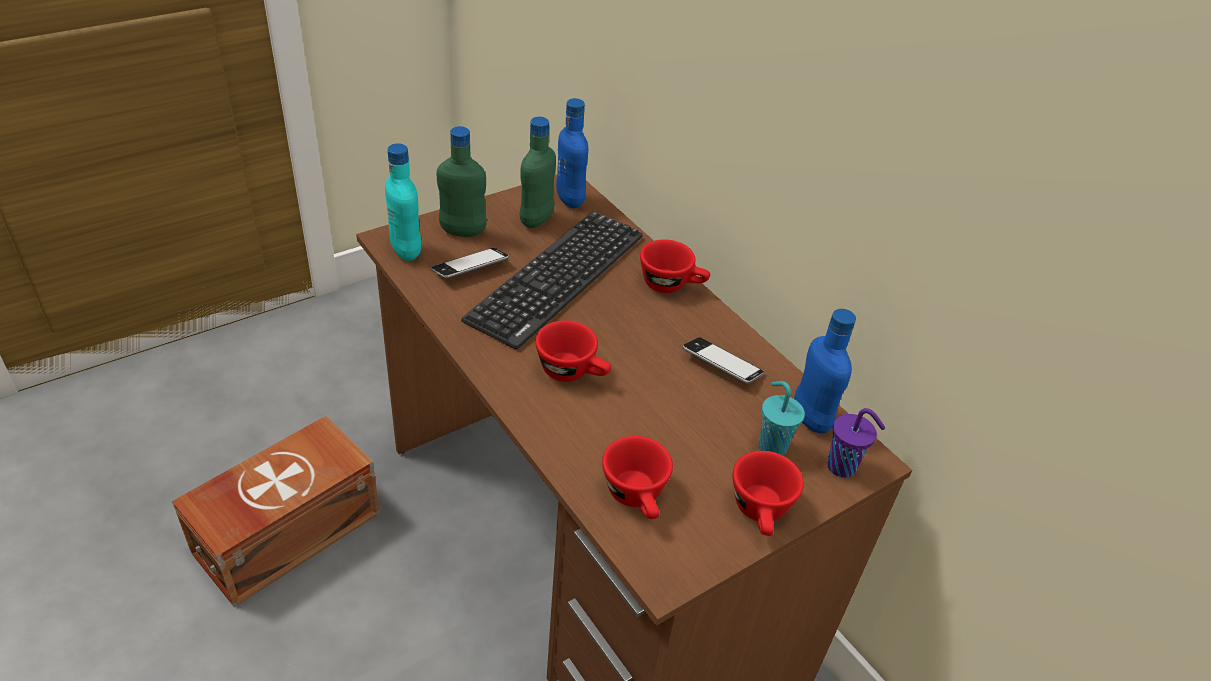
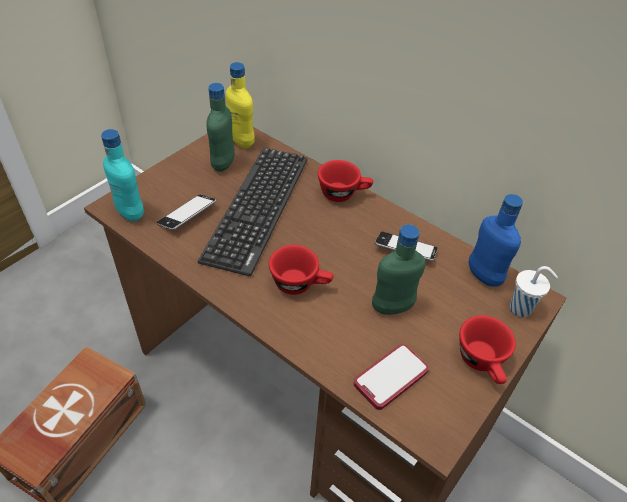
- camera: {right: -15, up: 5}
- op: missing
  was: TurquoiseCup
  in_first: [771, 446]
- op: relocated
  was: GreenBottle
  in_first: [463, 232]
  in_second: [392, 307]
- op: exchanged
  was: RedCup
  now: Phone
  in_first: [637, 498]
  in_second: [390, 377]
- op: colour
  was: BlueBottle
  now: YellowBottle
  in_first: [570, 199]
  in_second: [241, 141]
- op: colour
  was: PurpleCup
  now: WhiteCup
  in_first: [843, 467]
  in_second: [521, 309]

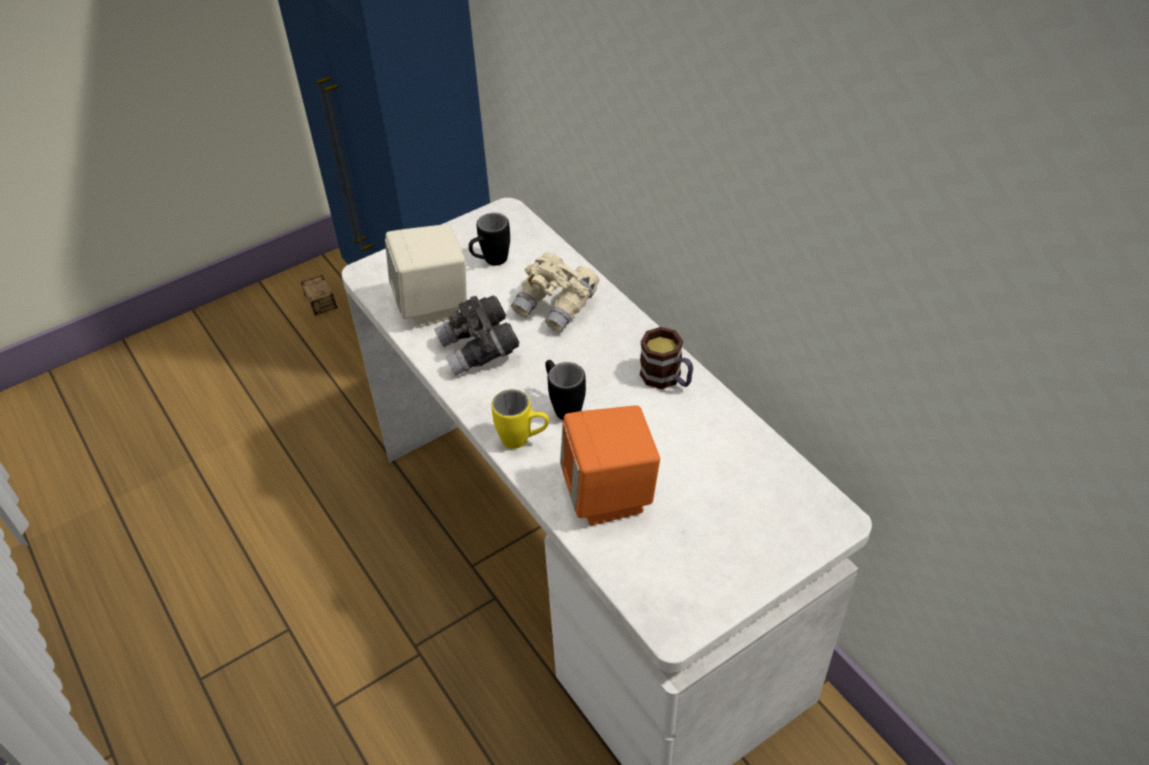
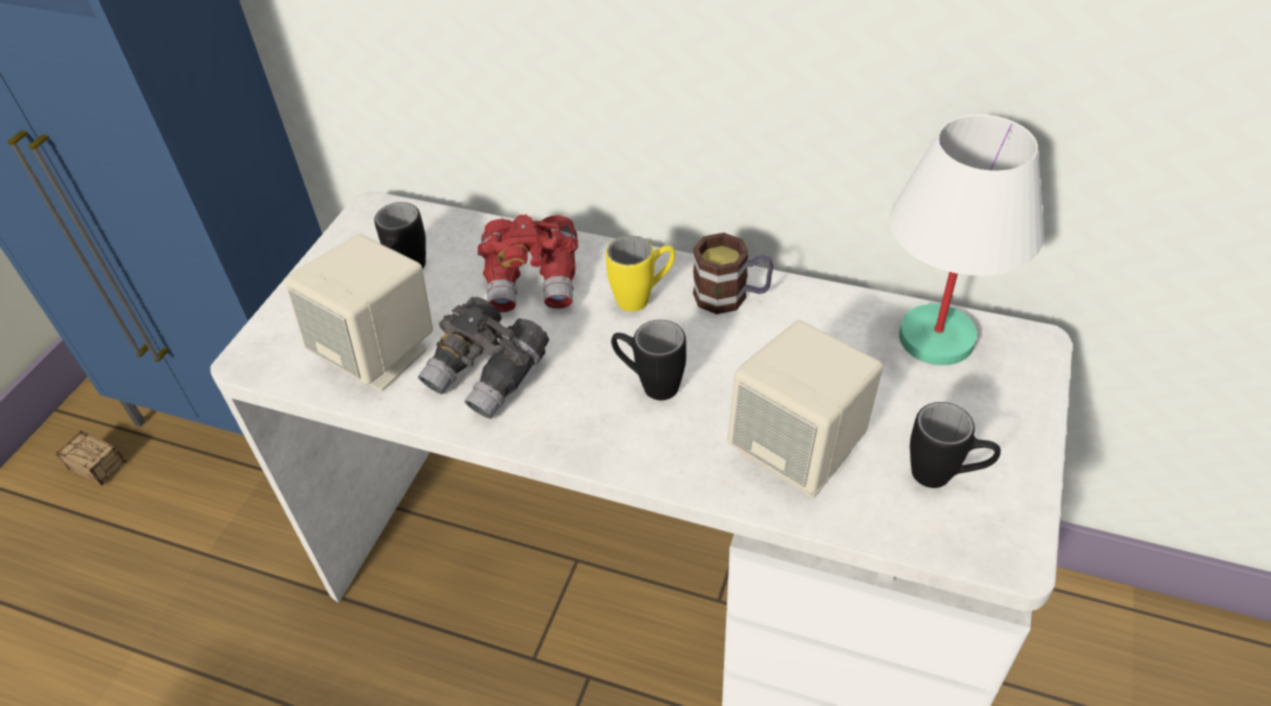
- camera: {right: -35, up: 0}
- op: appeared
  now: WhiteTableLamp
  in_second: [935, 337]
- op: appeared
  now: BlackMug
  in_second: [944, 476]
- op: relocated
  was: YellowMug
  in_first: [523, 440]
  in_second: [643, 297]
- op: colour
  was: BeigeBinoculars
  now: RedBinoculars
  in_first: [556, 306]
  in_second: [534, 282]
- op: colour
  was: OrangeSpeaker
  now: BeigeSpeaker
  in_first: [609, 495]
  in_second: [799, 452]

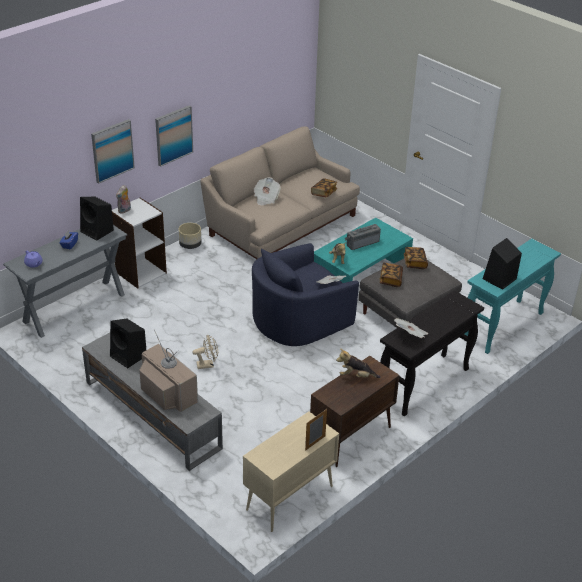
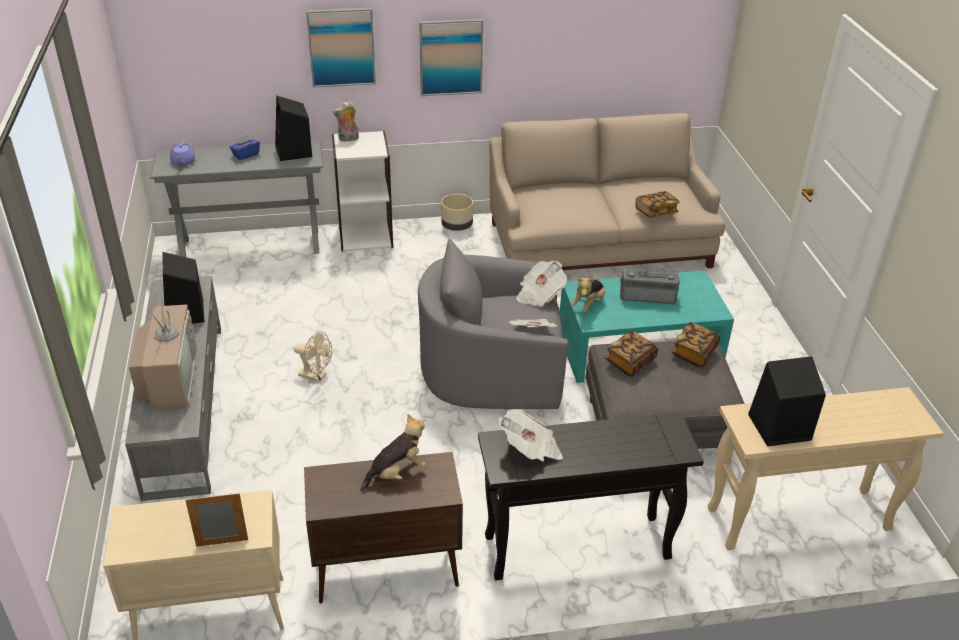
- camera: {right: 35, up: 0}
- op: relocated
  was: Newspaper
  in_first: [266, 198]
  in_second: [539, 294]
- op: colour
  was: BlueArmchair
  now: GreyArmchair
  in_first: [298, 319]
  in_second: [492, 370]
- op: colour
  was: TurquoiseConsoleTable
  now: BeigeConsoleTable
  in_first: [503, 327]
  in_second: [797, 520]
- op: spun
  was: PlushToy
  in_first: [356, 376]
  in_second: [397, 473]
  clockwise: 105

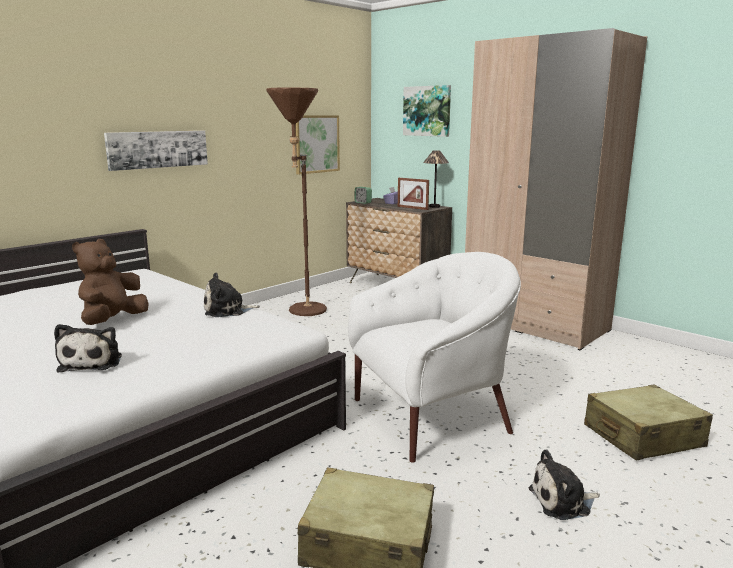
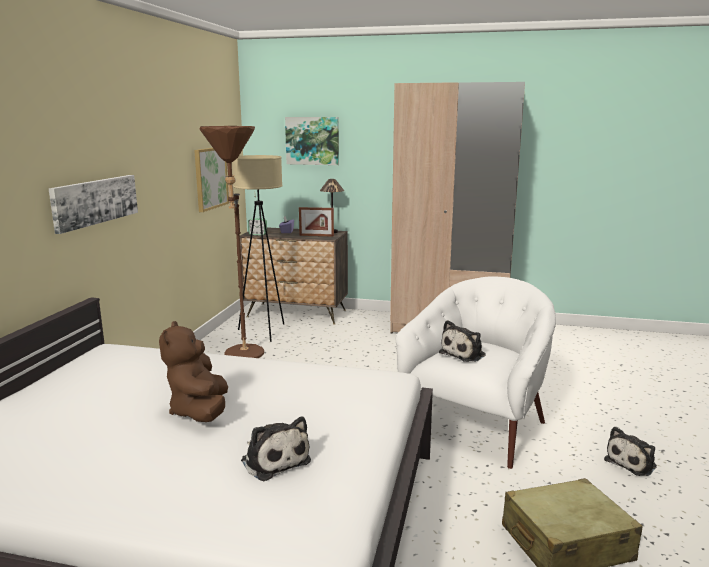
- camera: {right: -30, up: 0}
- op: missing
  was: BeigeSuitcase
  in_first: [642, 437]
- op: appeared
  now: BeigeFloorLamp
  in_second: [264, 332]
- op: relocated
  was: PlushToy
  in_first: [227, 310]
  in_second: [464, 353]

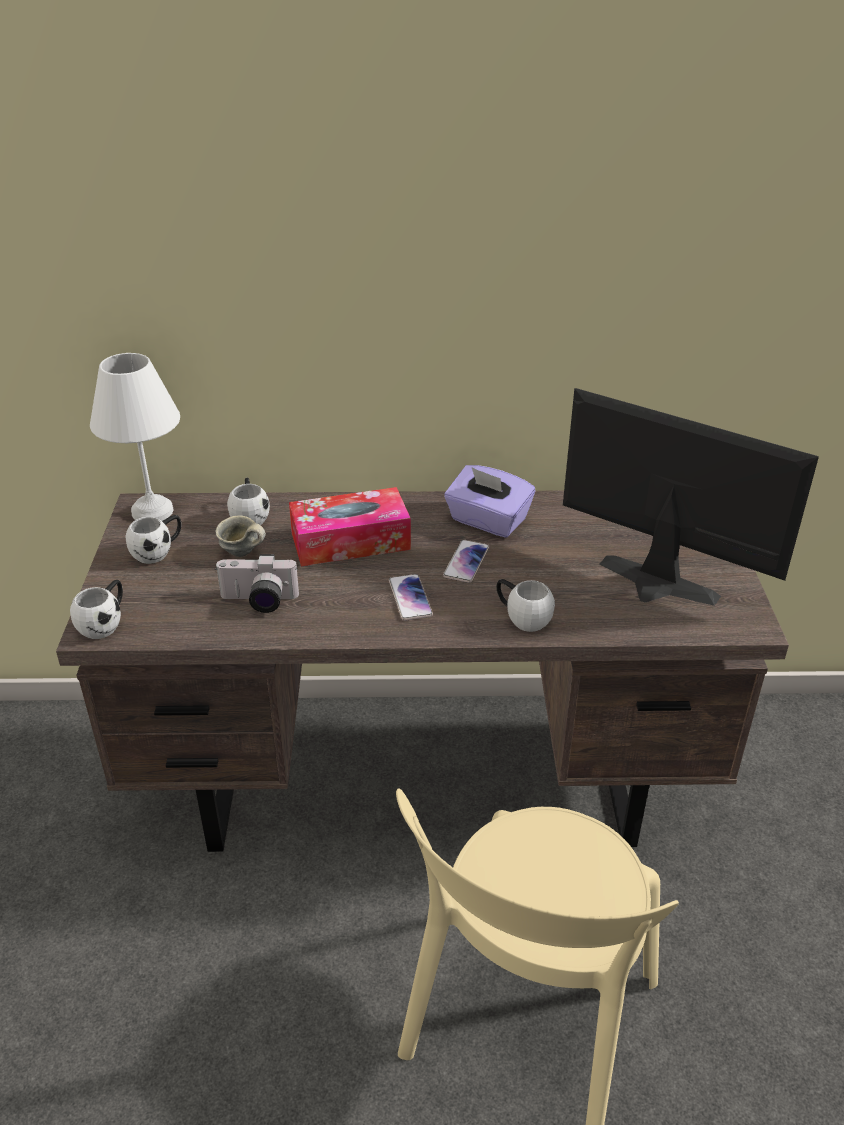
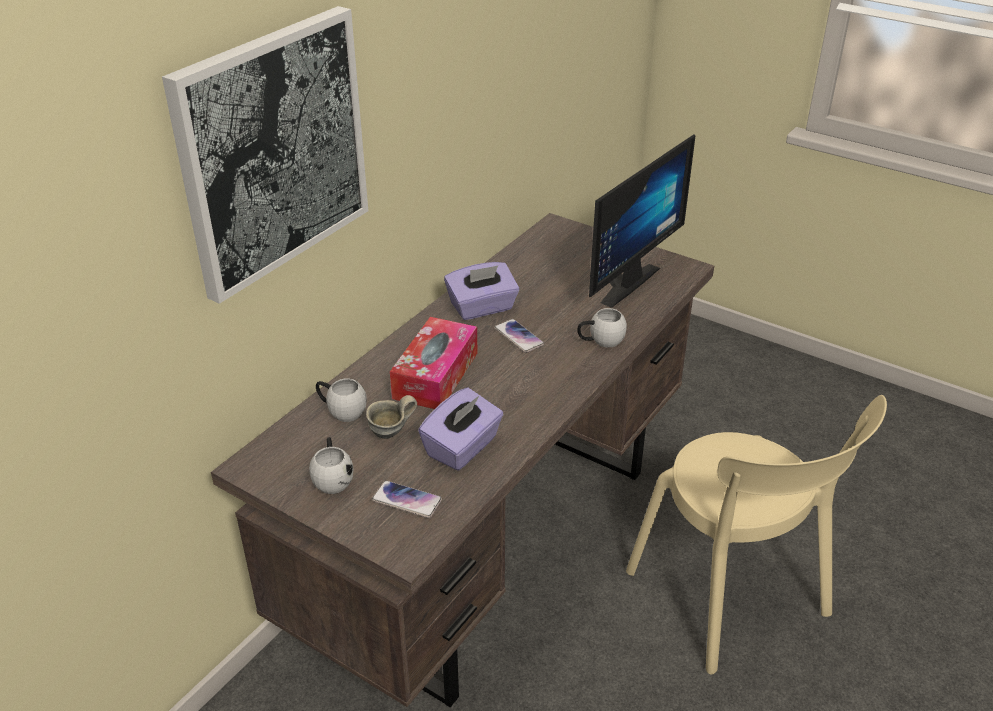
- camera: {right: -55, up: 0}
- op: missing
  was: WhiteMug
  in_first: [105, 622]
- op: missing
  was: WhiteTableLamp
  in_first: [154, 512]
- op: appeared
  now: Picture
  in_second: [273, 151]
- op: relocated
  was: Phone
  in_first: [410, 598]
  in_second: [406, 500]
- op: exchanged
  was: PhotoCamera
  now: PurpleTissueBox
  in_first: [258, 602]
  in_second: [462, 447]
- op: spun
  was: Monitor
  in_first: [653, 587]
  in_second: [621, 281]
  clockwise: 150

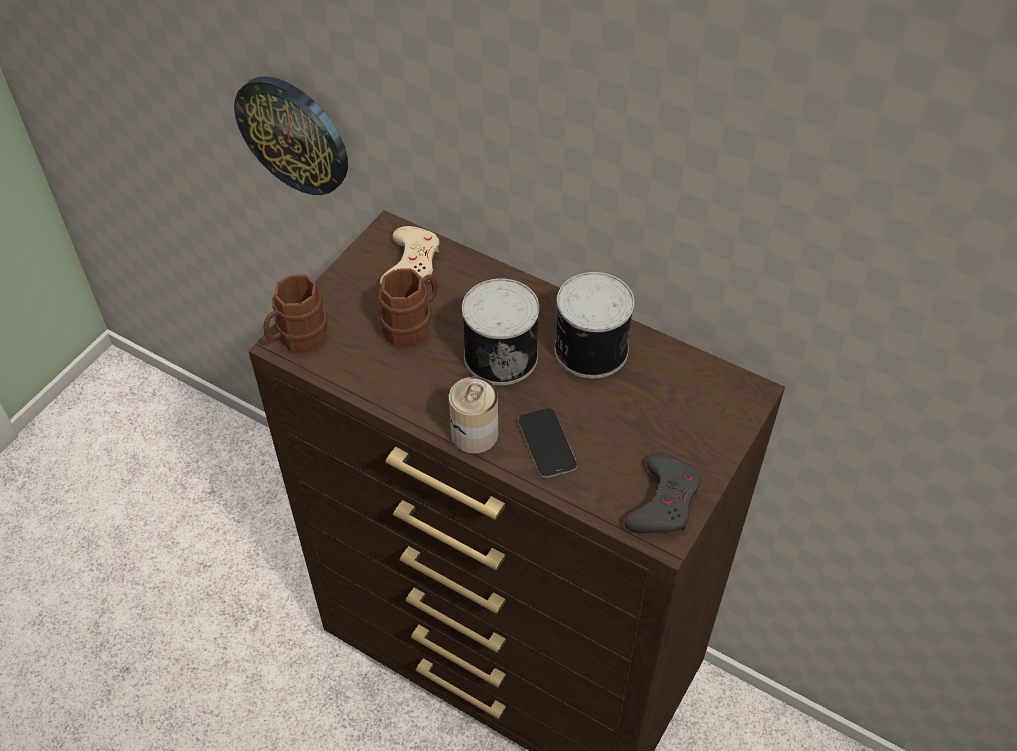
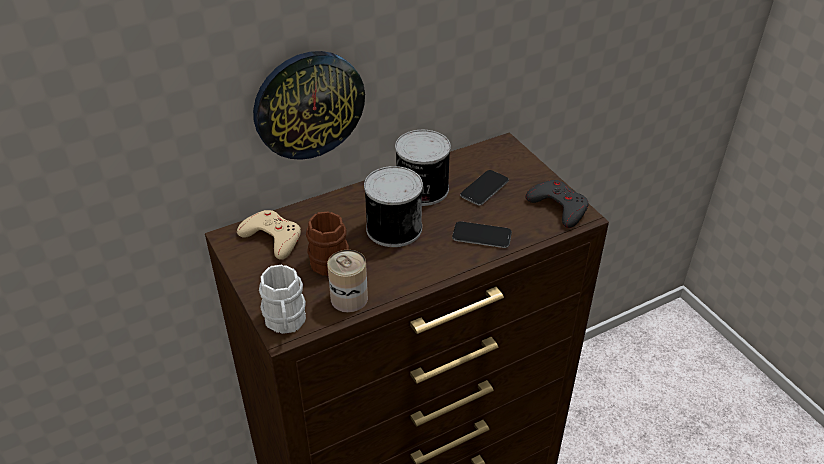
- camera: {right: -60, up: -10}
- op: appeared
  now: Phone
  in_second: [484, 188]
- op: relocated
  was: WallClock
  in_first: [293, 134]
  in_second: [308, 105]
- op: relocated
  was: Can
  in_first: [474, 434]
  in_second: [349, 298]
- op: colour
  was: BrownMug
  now: WhiteMug
  in_first: [298, 338]
  in_second: [285, 322]

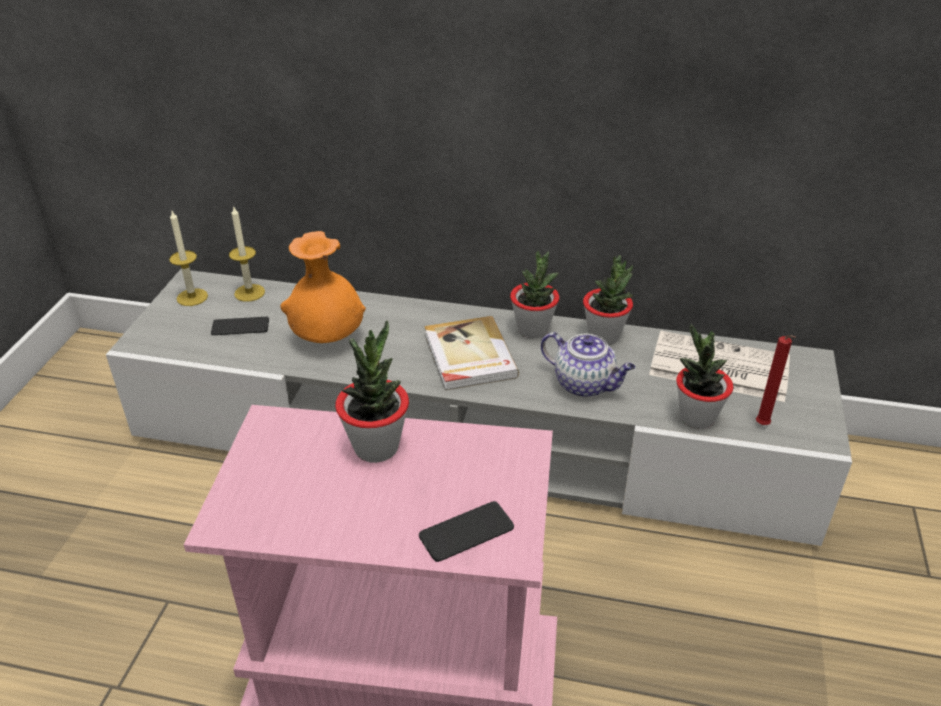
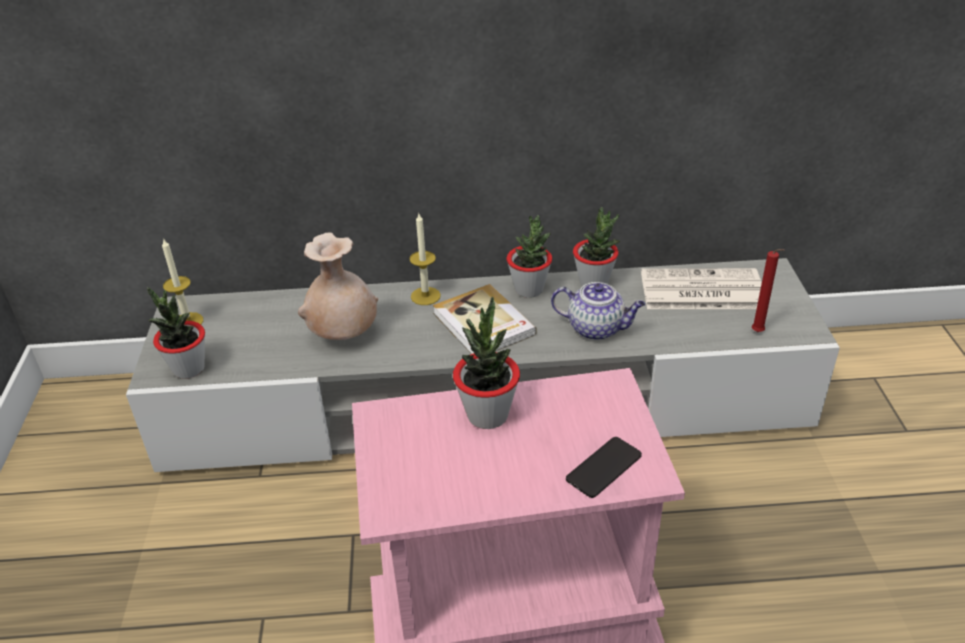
- camera: {right: -15, up: 0}
- op: missing
  was: Phone
  in_first: [240, 327]
- op: relocated
  was: Candle
  in_first: [249, 293]
  in_second: [425, 296]
- op: relocated
  was: PottedPlant
  in_first: [696, 418]
  in_second: [188, 369]
- op: colour
  was: OrangeVase
  now: BeigeVase
  in_first: [328, 339]
  in_second: [343, 335]

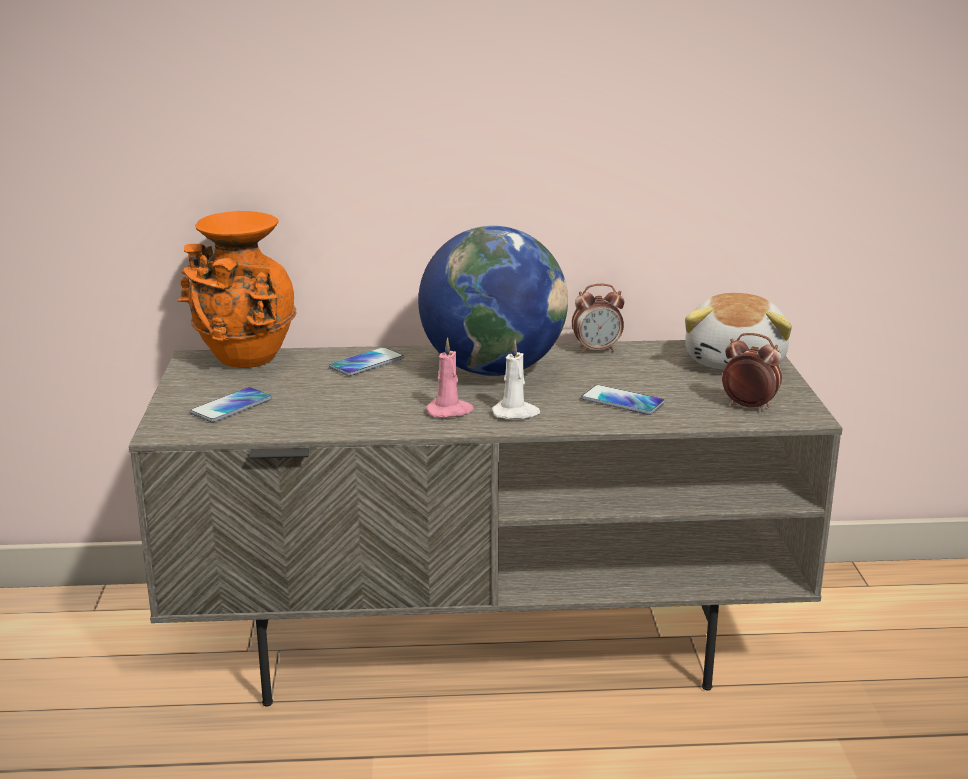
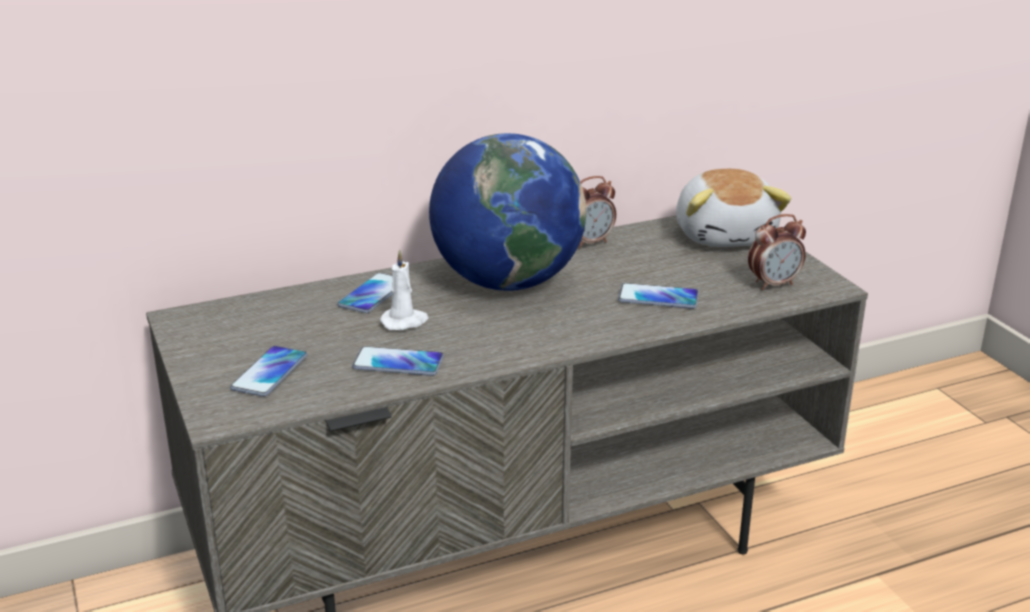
- camera: {right: -20, up: 5}
- op: missing
  was: OrangeVase
  in_first: [244, 361]
- op: missing
  was: PinkCandle
  in_first: [450, 411]
- op: appeared
  now: Phone
  in_second: [398, 363]
- op: relocated
  was: WhiteCandle
  in_first: [516, 413]
  in_second: [405, 322]
- op: spun
  was: AlarmClock
  in_first: [748, 407]
  in_second: [774, 284]
  clockwise: 150

